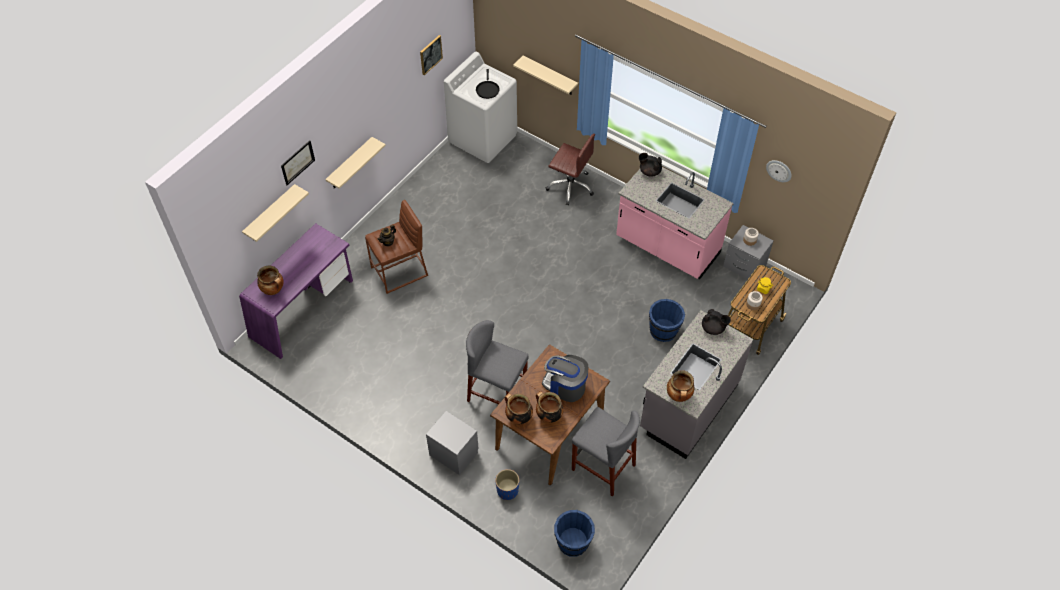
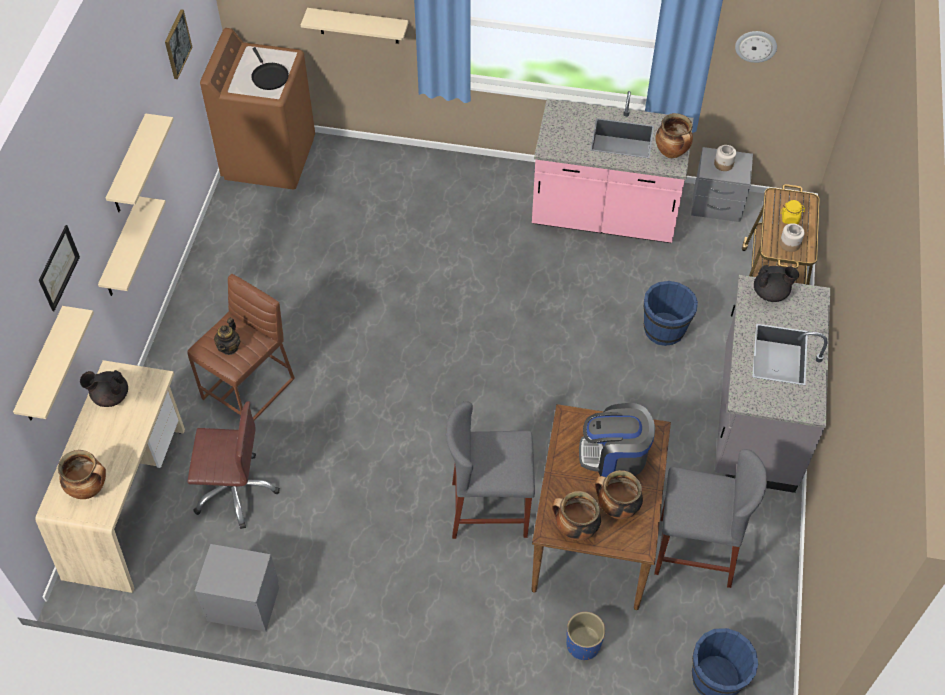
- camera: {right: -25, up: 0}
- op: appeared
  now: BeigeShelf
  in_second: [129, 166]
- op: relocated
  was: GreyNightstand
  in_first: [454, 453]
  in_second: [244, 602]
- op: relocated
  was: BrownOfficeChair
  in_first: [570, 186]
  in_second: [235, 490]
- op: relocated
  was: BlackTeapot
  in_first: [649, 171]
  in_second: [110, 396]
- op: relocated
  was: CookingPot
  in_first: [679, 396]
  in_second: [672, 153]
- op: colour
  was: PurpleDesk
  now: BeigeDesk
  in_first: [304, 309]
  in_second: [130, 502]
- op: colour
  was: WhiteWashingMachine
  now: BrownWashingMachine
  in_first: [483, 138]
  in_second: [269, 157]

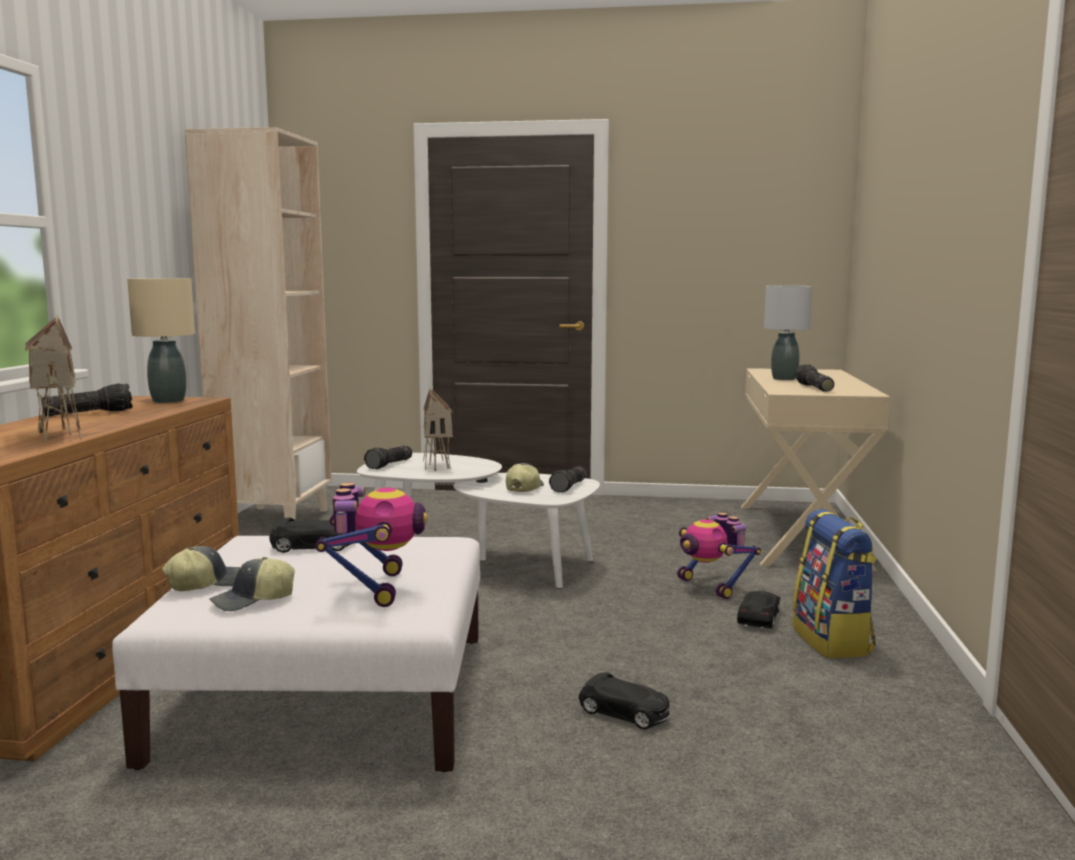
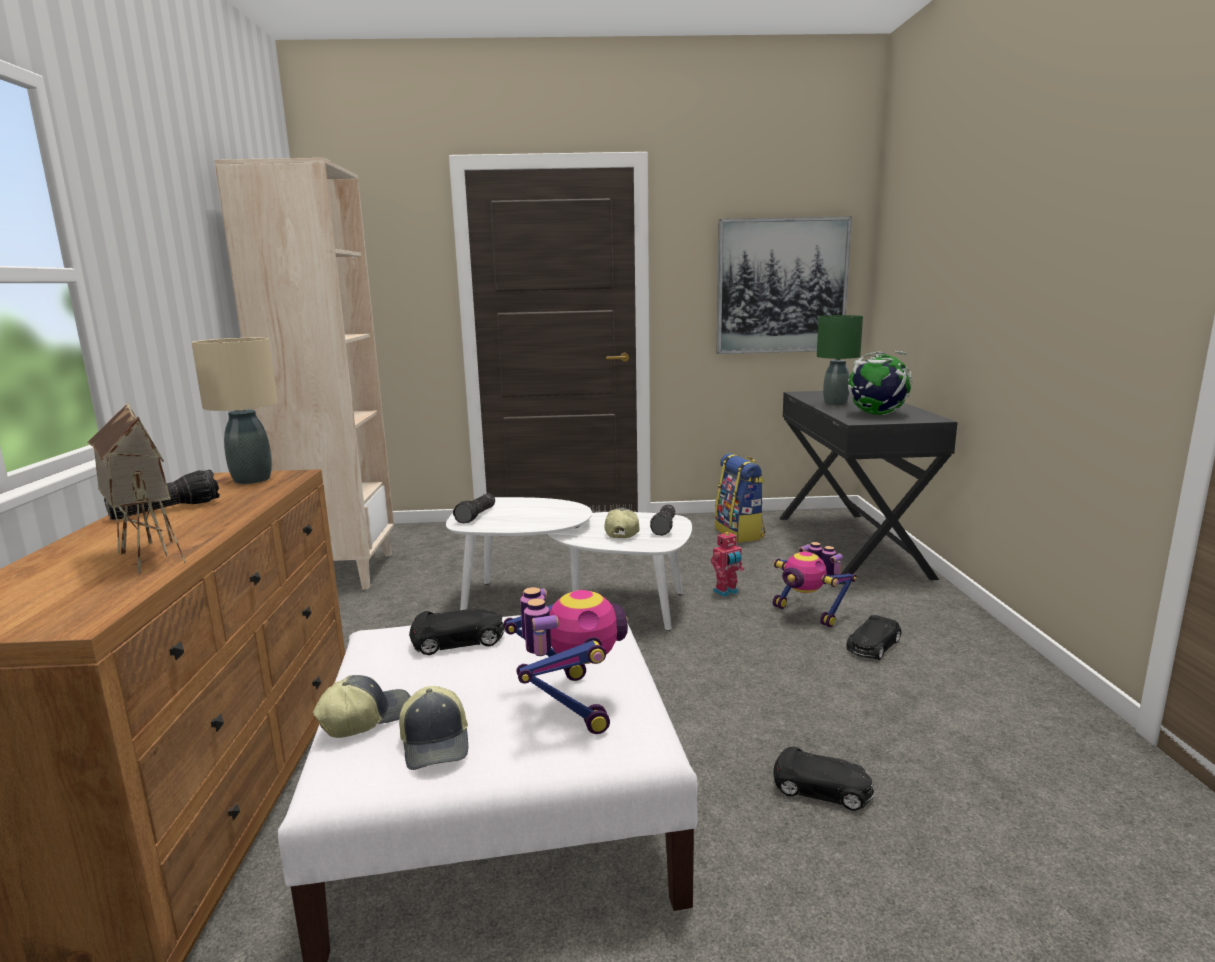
- camera: {right: -10, up: 5}
- op: missing
  was: ToyHouse
  in_first: [438, 465]
- op: appeared
  now: ToyRobot
  in_second: [726, 592]
- op: appeared
  now: Picture
  in_second: [781, 286]
- op: relocated
  was: Backpack
  in_first: [833, 641]
  in_second: [740, 533]
- op: exchanged
  was: Flashlight
  now: Globe
  in_first: [813, 388]
  in_second: [876, 414]
- op: colour
  was: BeigeDesk
  now: BlackDesk
  in_first: [802, 535]
  in_second: [851, 545]
- op: colour
  was: GreyTableLamp
  now: GreenTableLamp
  in_first: [784, 379]
  in_second: [835, 404]
- op: spun
  was: Cap
  in_first: [253, 601]
  in_second: [437, 743]
  clockwise: -60
- op: spun
  was: BlackToyCar
  in_first: [759, 617]
  in_second: [873, 646]
  clockwise: -150

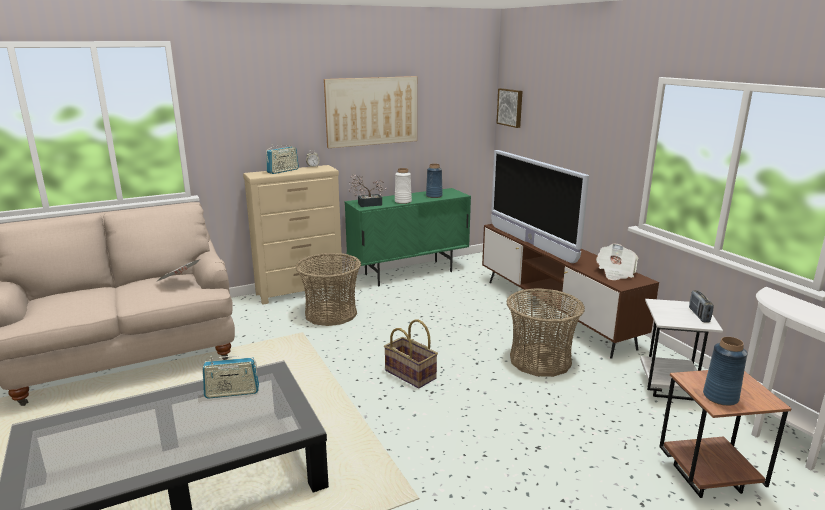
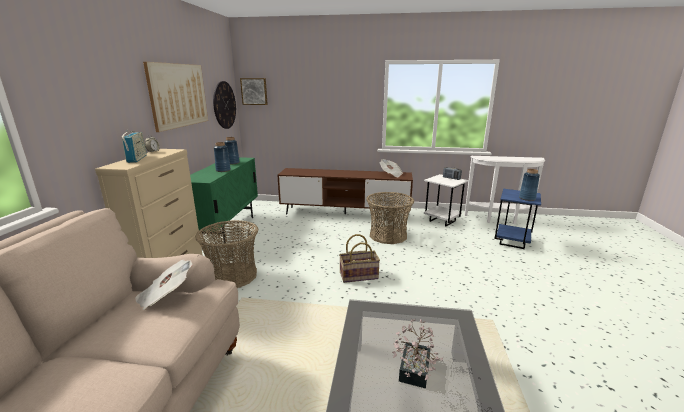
- camera: {right: -55, up: 0}
- op: missing
  was: Radio
  in_first: [232, 392]
- op: missing
  was: Television
  in_first: [531, 243]
- op: appeared
  now: WallClock
  in_second: [224, 105]
- op: relocated
  was: PottedPlant
  in_first: [367, 204]
  in_second: [413, 373]
- op: colour
  was: WhiteVase
  now: BlueVase
  in_first: [403, 201]
  in_second: [223, 170]
- op: colour
  was: BrownSideTable
  now: BlueSideTable
  in_first: [708, 480]
  in_second: [513, 242]

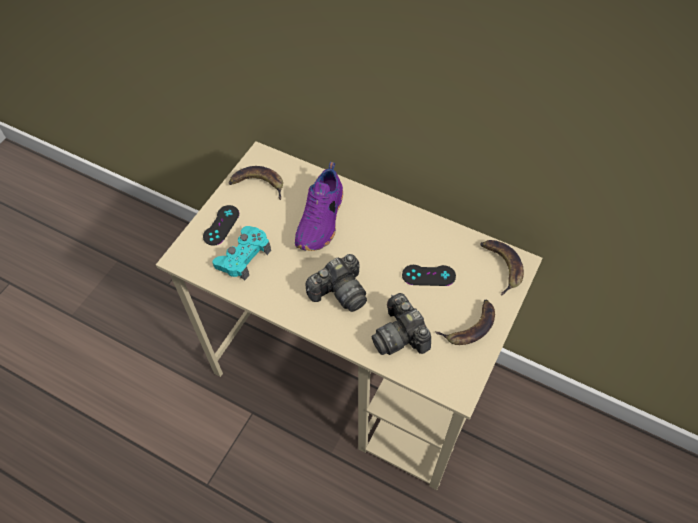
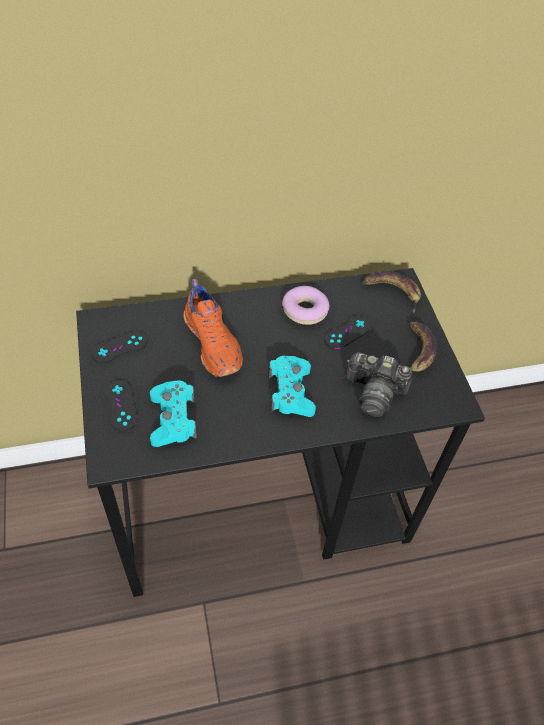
- camera: {right: -45, up: -5}
- op: appeared
  now: Donut
  in_second: [305, 310]
- op: exchanged
  was: Banana
  now: BlackGameController
  in_first: [257, 184]
  in_second: [119, 347]
- op: exchanged
  was: PhotoCamera
  now: TurquoiseGameController
  in_first: [339, 292]
  in_second: [291, 392]
- op: colour
  was: BeigeDesk
  now: BlackDesk
  in_first: [353, 374]
  in_second: [264, 501]
- op: colour
  was: PurpleShoe
  now: OrangeShoe
  in_first: [322, 220]
  in_second: [214, 343]

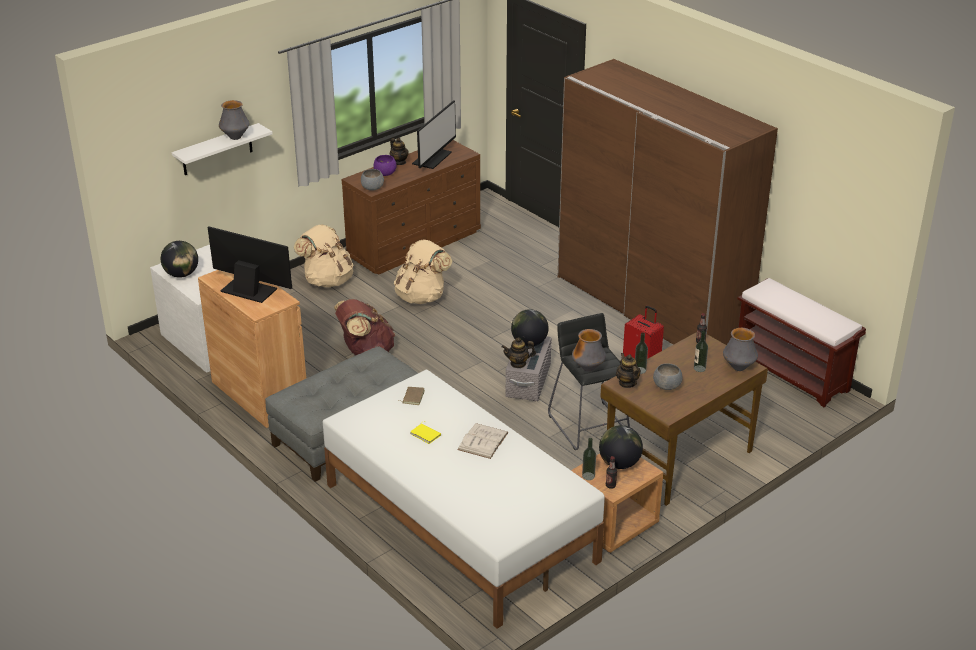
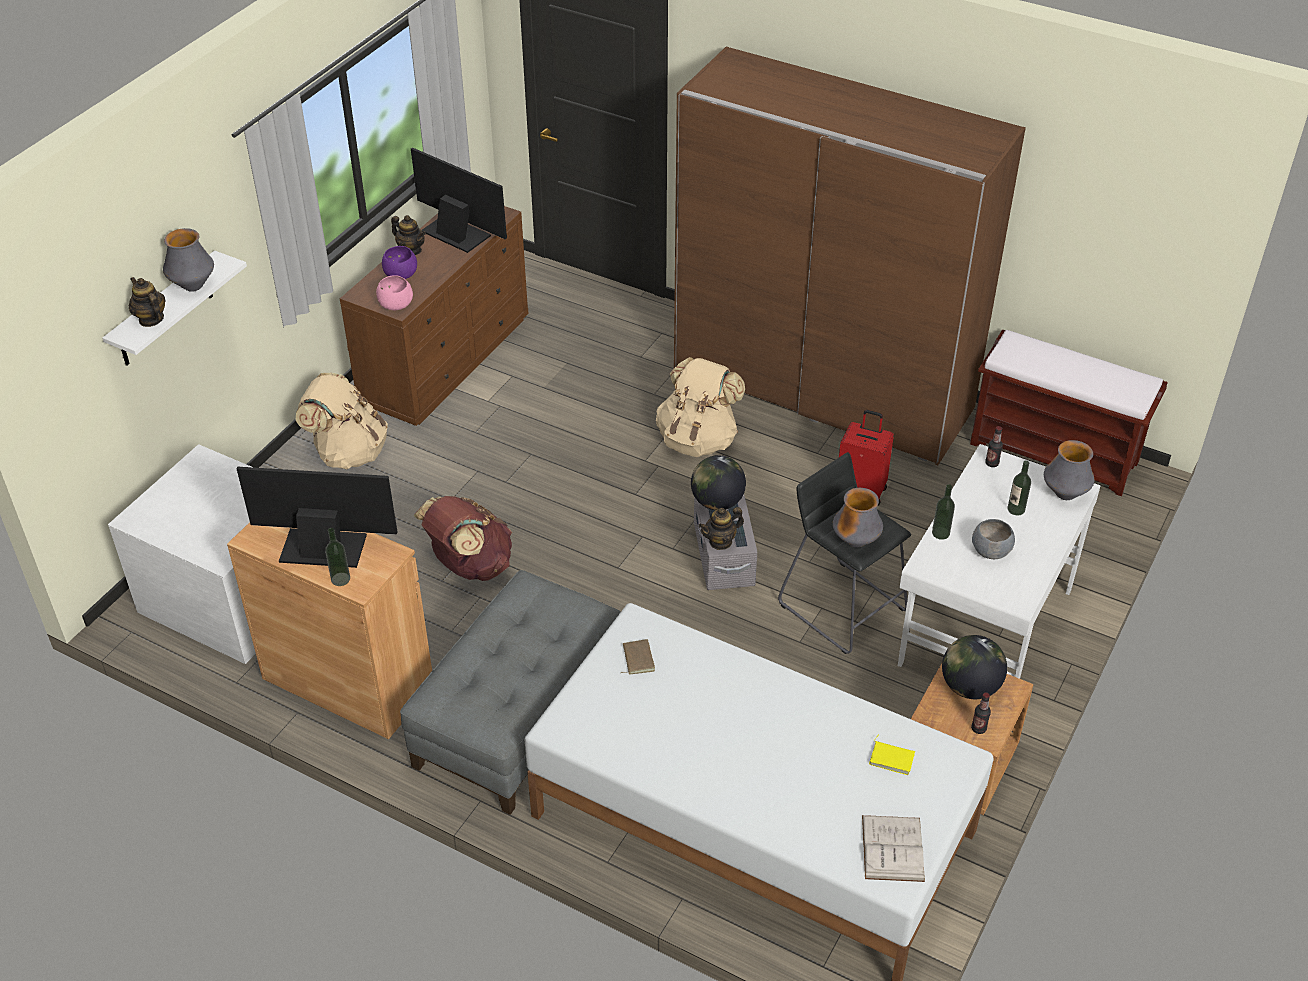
- camera: {right: -20, up: 10}
- op: missing
  was: Globe
  in_first: [181, 274]
- op: relocated
  was: BeigeBackpack
  in_first: [422, 296]
  in_second: [698, 439]
- op: relocated
  was: YellowBook
  in_first: [426, 434]
  in_second: [892, 758]
- op: relocated
  was: WhiteBook
  in_first: [483, 441]
  in_second: [892, 848]
- op: relocated
  was: Bottle
  in_first: [588, 476]
  in_second: [340, 579]
- op: relocated
  was: Teapot
  in_first: [627, 383]
  in_second: [151, 319]
- op: colour
  was: GreyBowl
  now: PinkBowl
  in_first: [372, 188]
  in_second: [396, 305]
- op: colour
  was: BrownDesk
  now: WhiteDesk
  in_first: [677, 457]
  in_second: [983, 627]
- op: spun
  was: Monitor
  in_first: [432, 158]
  in_second: [457, 233]
  clockwise: -60

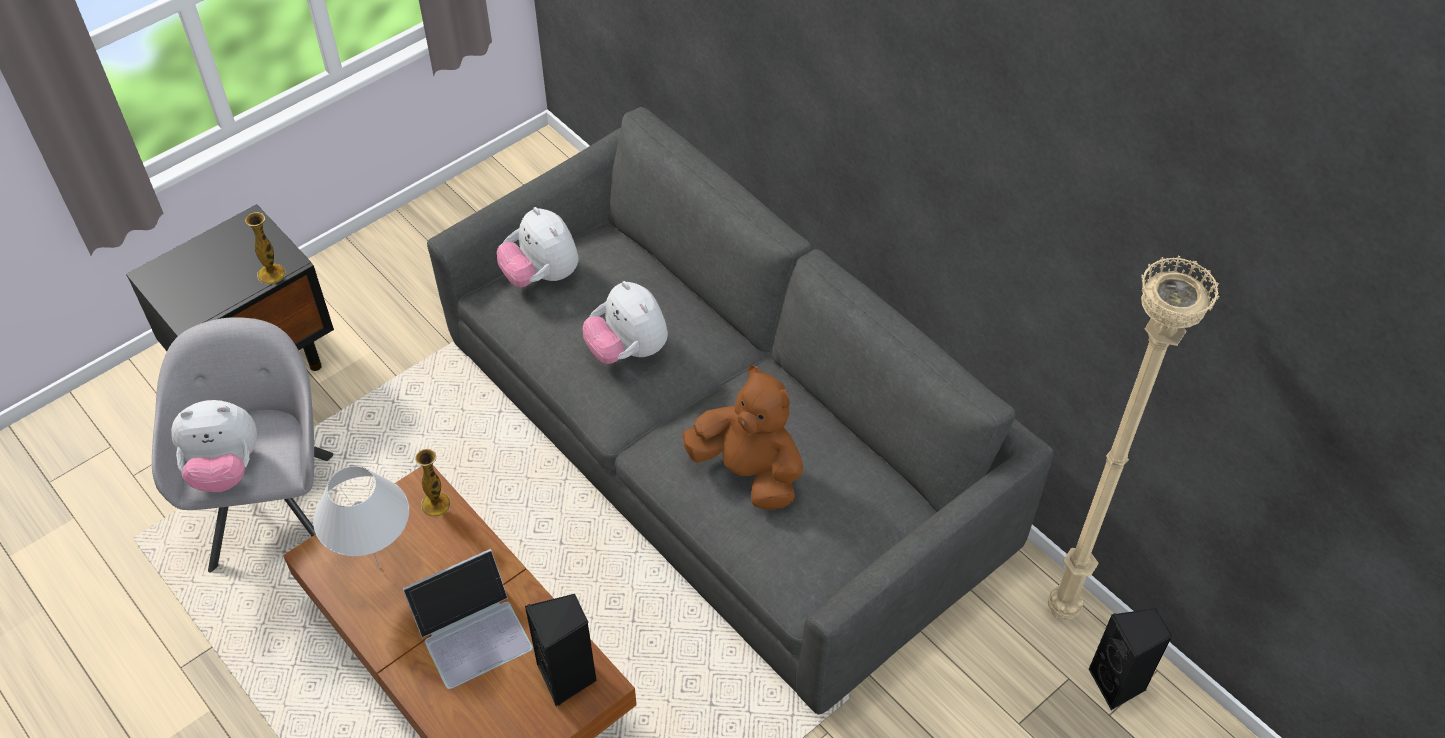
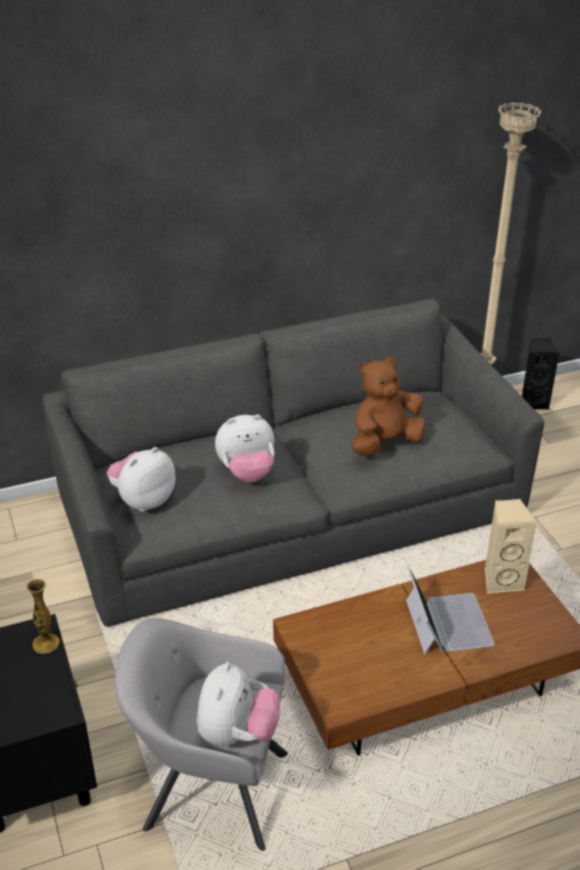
- camera: {right: -70, up: -15}
- op: missing
  was: WhiteTableLamp
  in_first: [379, 566]
- op: missing
  was: Vase
  in_first: [435, 504]
- op: colour
  was: BlackSpeaker
  now: BeigeSpeaker
  in_first: [568, 677]
  in_second: [502, 580]
- op: spun
  was: PlushToy
  in_first: [541, 276]
  in_second: [143, 500]
  clockwise: 150

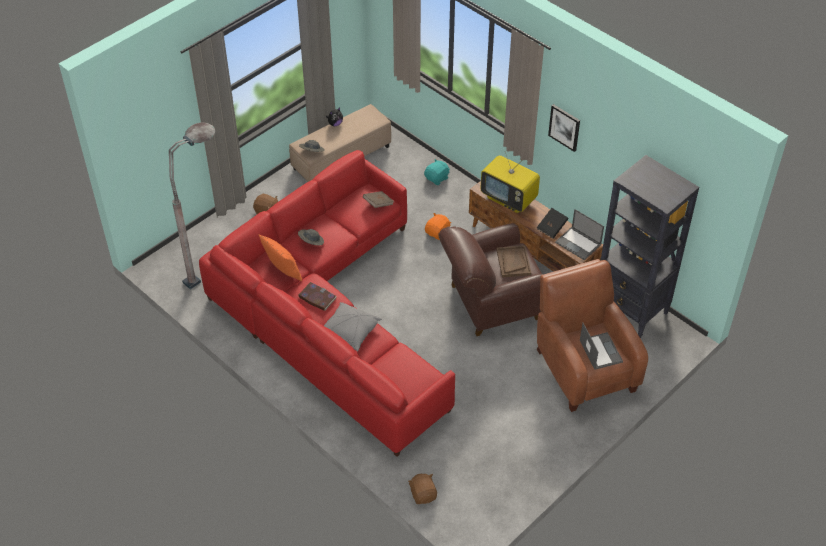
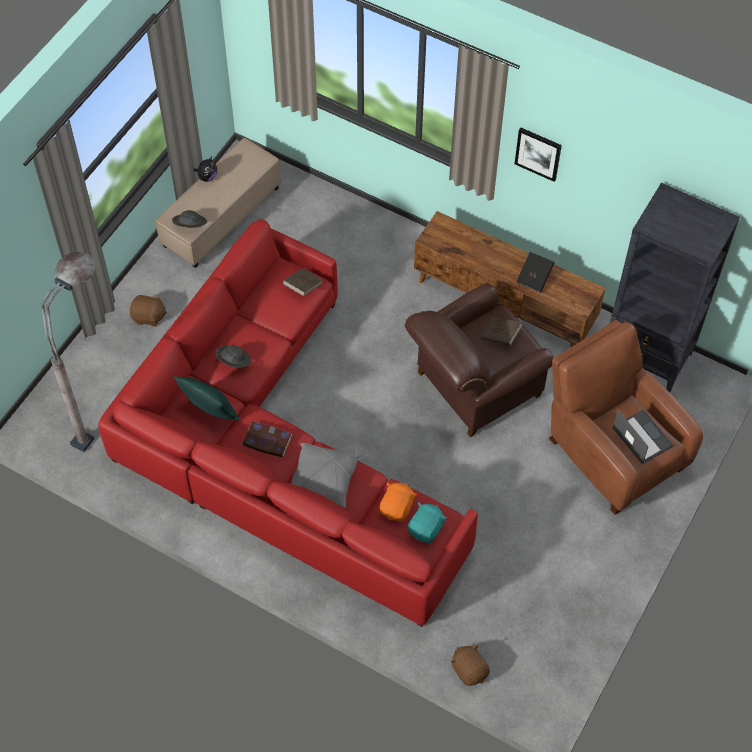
- camera: {right: -15, up: 10}
- op: missing
  was: Television
  in_first: [509, 199]
- op: missing
  was: Laptop
  in_first: [578, 243]
- op: relocated
  was: TurquoisePlushToy
  in_first: [437, 178]
  in_second: [426, 529]
- op: relocated
  was: OrangePlushToy
  in_first: [437, 233]
  in_second: [397, 508]
- op: exchanged
  was: BrownTray
  now: BrownBook
  in_first: [513, 262]
  in_second: [500, 336]
- op: colour
  was: OrangePillow
  now: GreenPillow
  in_first: [283, 271]
  in_second: [210, 411]

